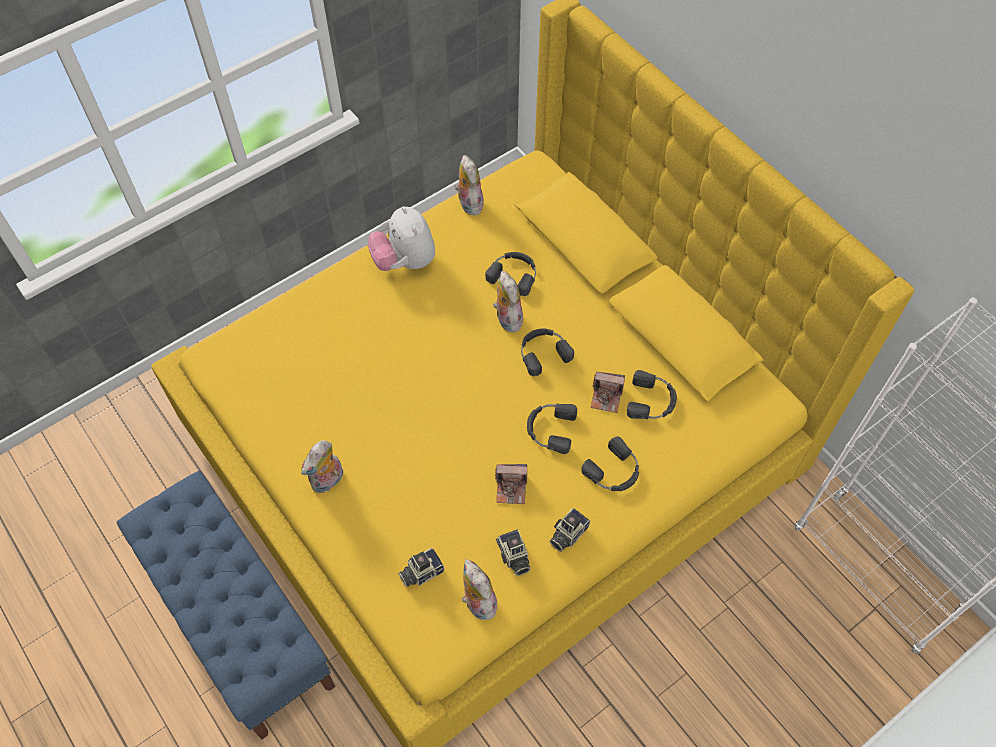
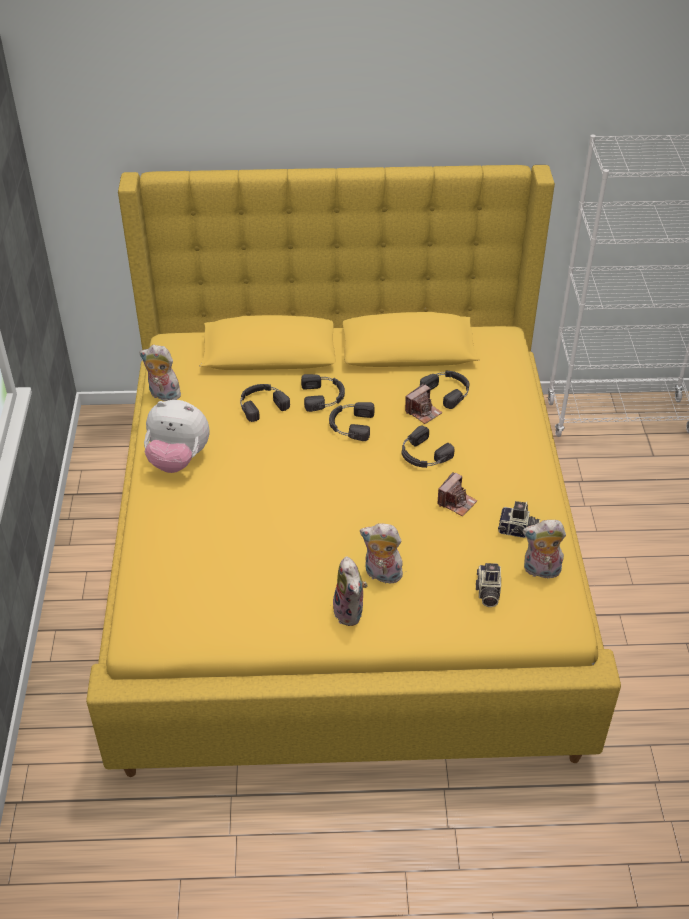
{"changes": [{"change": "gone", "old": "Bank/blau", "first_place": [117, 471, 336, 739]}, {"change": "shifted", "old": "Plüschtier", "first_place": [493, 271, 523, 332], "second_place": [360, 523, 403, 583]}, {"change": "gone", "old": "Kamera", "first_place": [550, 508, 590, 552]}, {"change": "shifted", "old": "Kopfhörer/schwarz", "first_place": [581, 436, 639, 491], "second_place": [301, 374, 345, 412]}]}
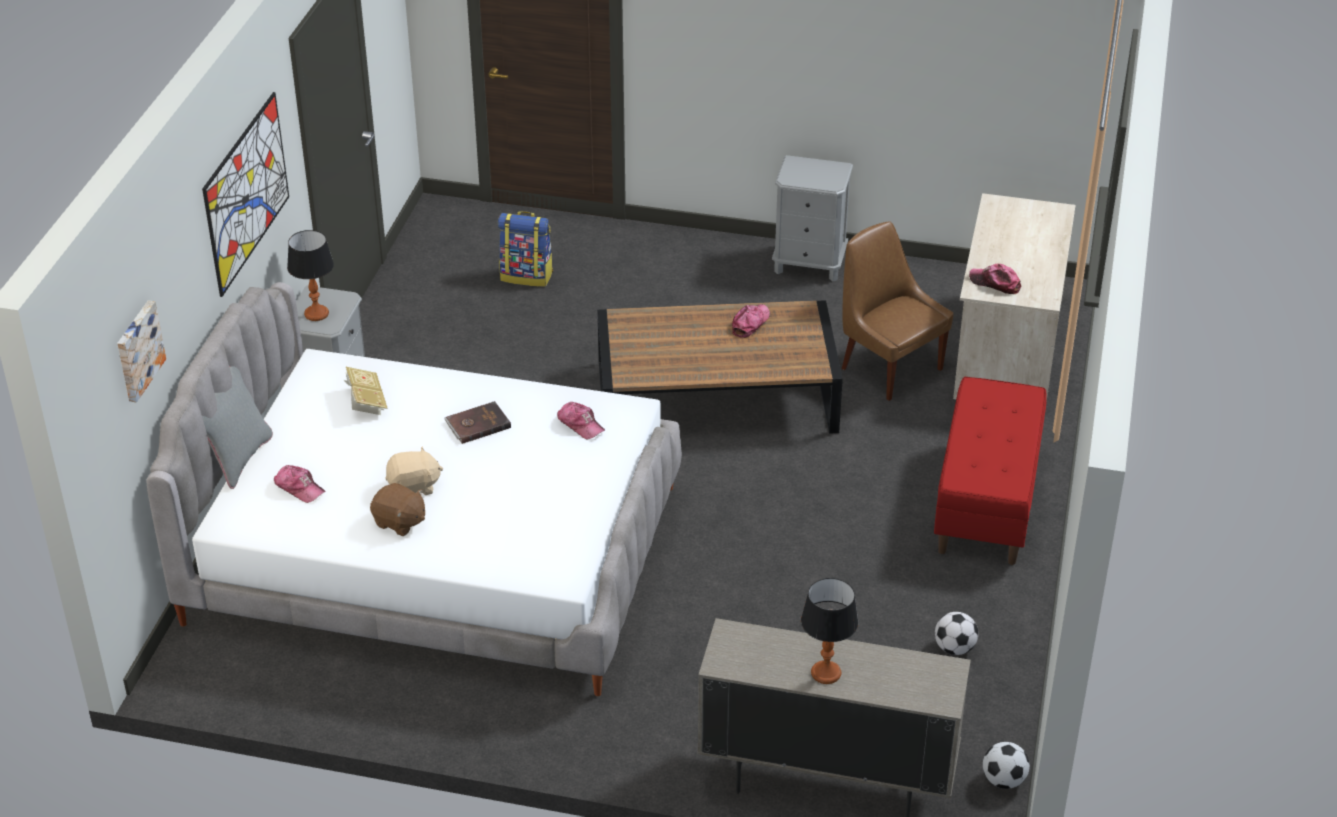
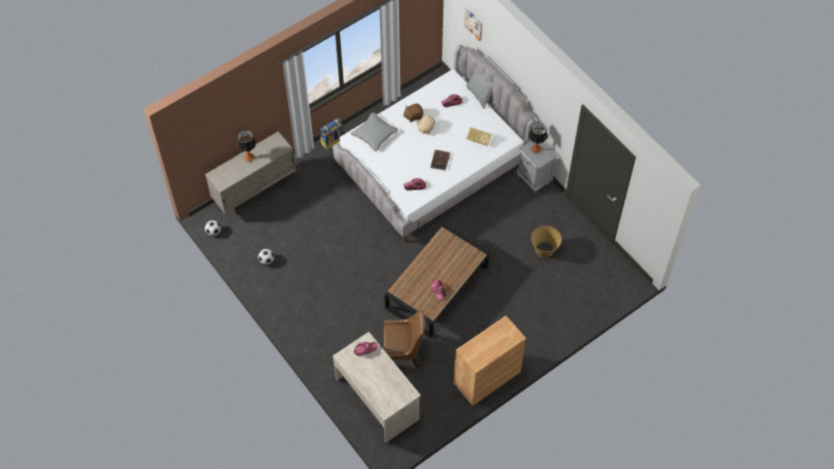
{"changes": [{"change": "gone", "old": "Bild", "first_place": [202, 92, 289, 297]}, {"change": "shifted", "old": "Rucksack", "first_place": [498, 211, 553, 287], "second_place": [320, 118, 343, 150]}, {"change": "swapped", "old": "Nachttisch/grau", "new": "Schrank/braun", "first_place": [772, 155, 853, 282], "second_place": [454, 316, 526, 406]}, {"change": "gone", "old": "Bank/rot", "first_place": [934, 377, 1046, 565]}, {"change": "new", "new": "Kissen/grau", "second_place": [351, 112, 398, 151]}, {"change": "new", "new": "Korb", "second_place": [531, 226, 562, 258]}]}
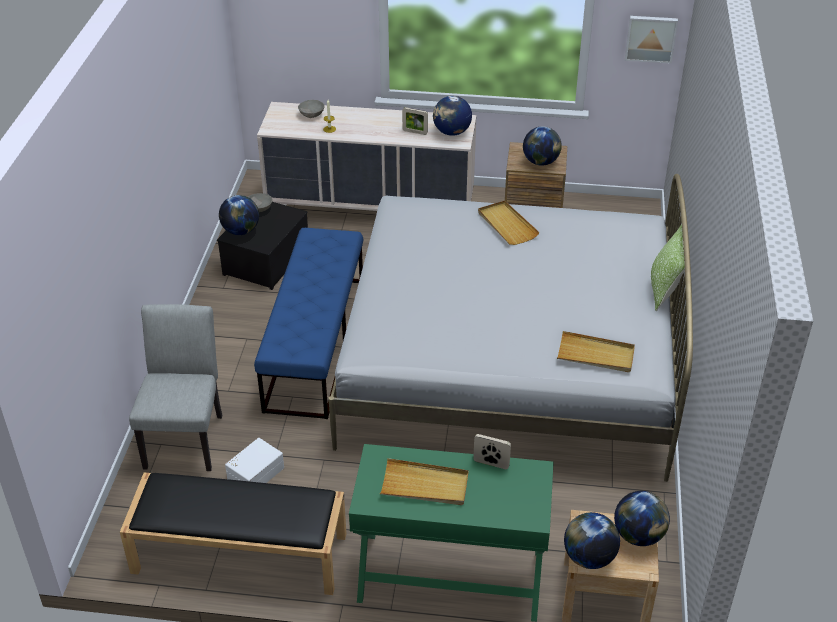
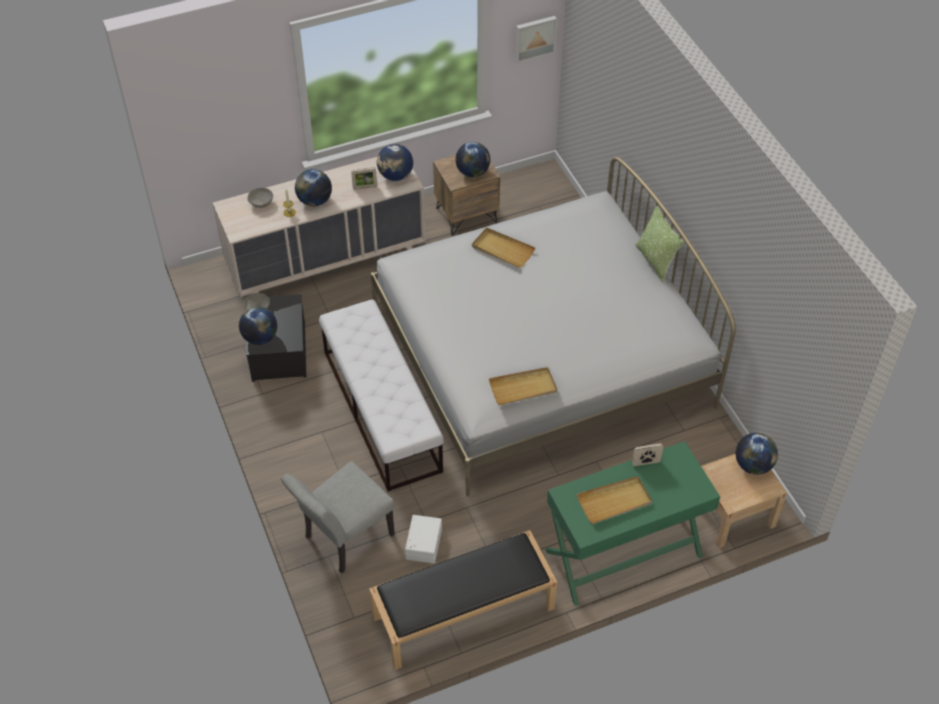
{"changes": [{"change": "rotated", "old": "Stuhl/grau", "first_place": [129, 304, 222, 471], "second_place": [281, 461, 395, 573], "degrees": -105}, {"change": "repainted", "old": "Bank/blau", "new": "Bank/weiß", "first_place": [254, 228, 363, 419], "second_place": [319, 299, 444, 492]}, {"change": "shifted", "old": "Tablett/beige", "first_place": [557, 331, 635, 372], "second_place": [489, 367, 558, 405]}, {"change": "shifted", "old": "Globus", "first_place": [564, 512, 620, 569], "second_place": [295, 169, 332, 206]}]}
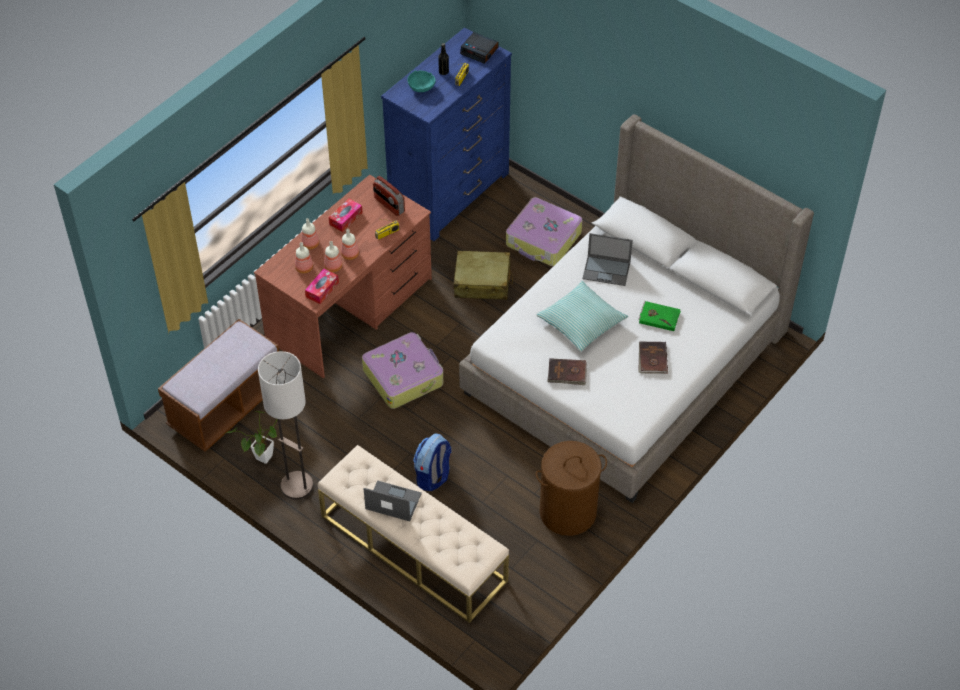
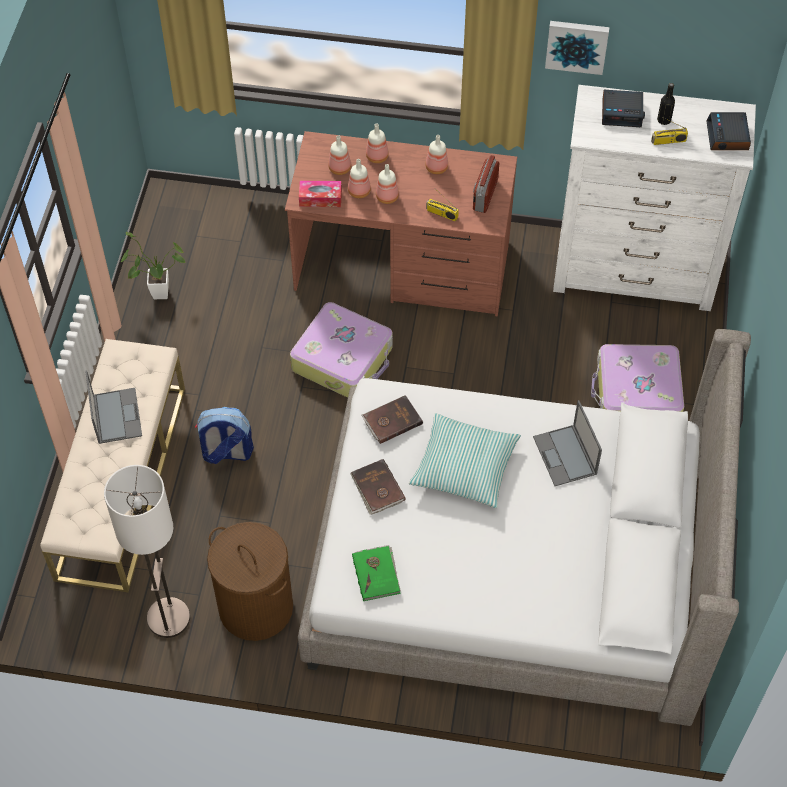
{"changes": [{"change": "gone", "old": "Bank/braun", "first_place": [158, 319, 279, 452]}, {"change": "shifted", "old": "Stehlampe", "first_place": [258, 351, 313, 500], "second_place": [104, 465, 190, 638]}, {"change": "swapped", "old": "Taschentuchbox", "new": "Flasche", "first_place": [329, 199, 363, 232], "second_place": [425, 135, 448, 174]}, {"change": "repainted", "old": "Kommode/blau", "new": "Kommode/weiß", "first_place": [381, 27, 512, 241], "second_place": [553, 85, 756, 311]}, {"change": "swapped", "old": "Schüssel/türkis", "new": "Wecker", "first_place": [408, 70, 436, 92], "second_place": [602, 90, 645, 127]}, {"change": "gone", "old": "Koffer/beige", "first_place": [454, 251, 513, 300]}, {"change": "shifted", "old": "Buch/braun", "first_place": [638, 342, 668, 374], "second_place": [362, 395, 423, 444]}, {"change": "shifted", "old": "Buch/grün", "first_place": [639, 301, 681, 331], "second_place": [352, 545, 401, 601]}, {"change": "new", "new": "Bild", "second_place": [545, 21, 610, 75]}]}
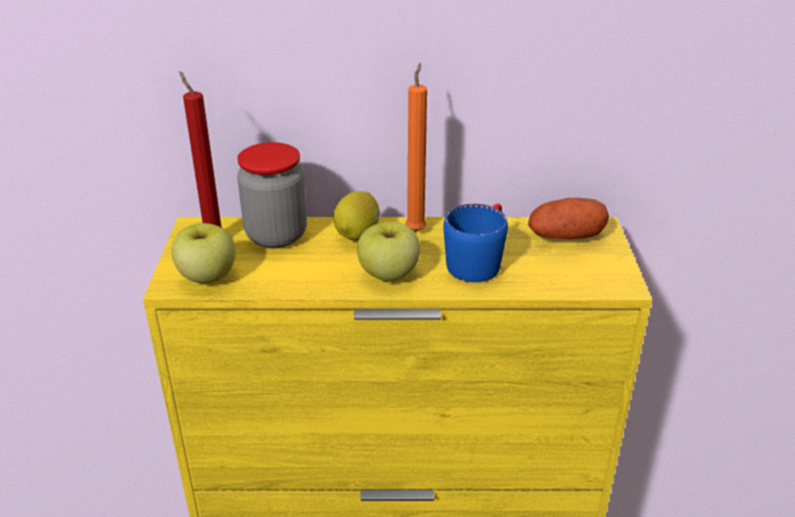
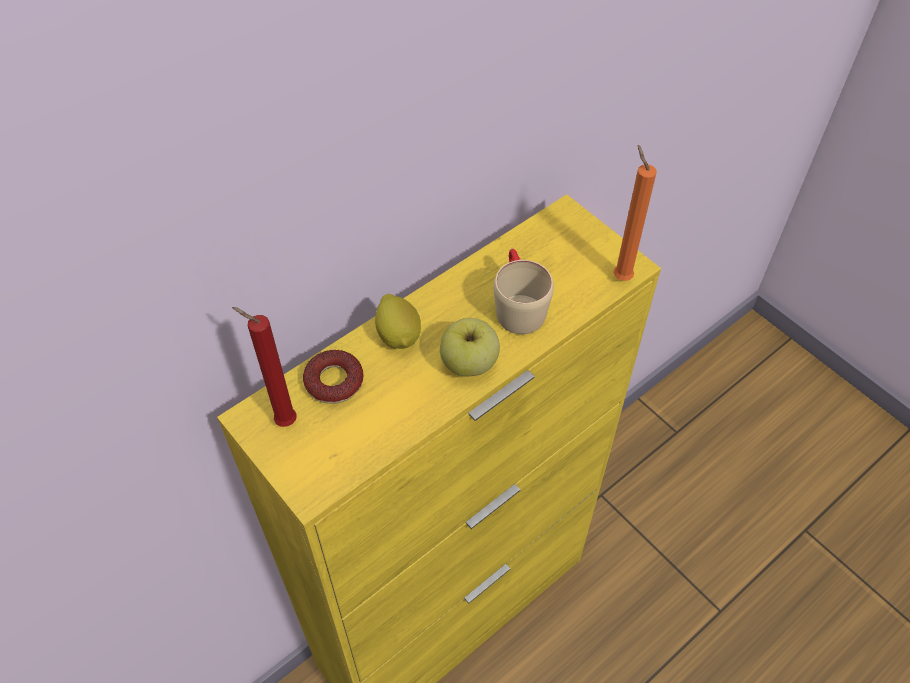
{"changes": [{"change": "gone", "old": "Apfel", "first_place": [171, 223, 235, 283]}, {"change": "swapped", "old": "Vorratsglas", "new": "Donut", "first_place": [237, 142, 307, 248], "second_place": [303, 350, 363, 404]}, {"change": "shifted", "old": "Kerze/orange", "first_place": [405, 63, 427, 232], "second_place": [613, 145, 657, 281]}, {"change": "repainted", "old": "Henkelbecher/blau", "new": "Henkelbecher/beige", "first_place": [443, 204, 508, 282], "second_place": [494, 249, 554, 334]}, {"change": "gone", "old": "Kartoffel", "first_place": [528, 198, 609, 239]}]}
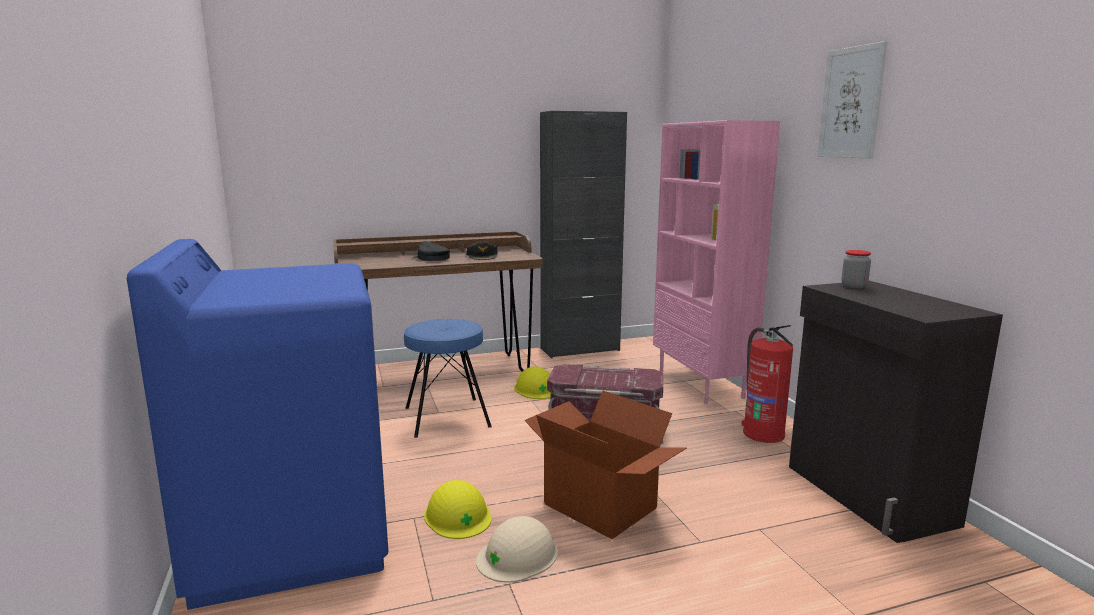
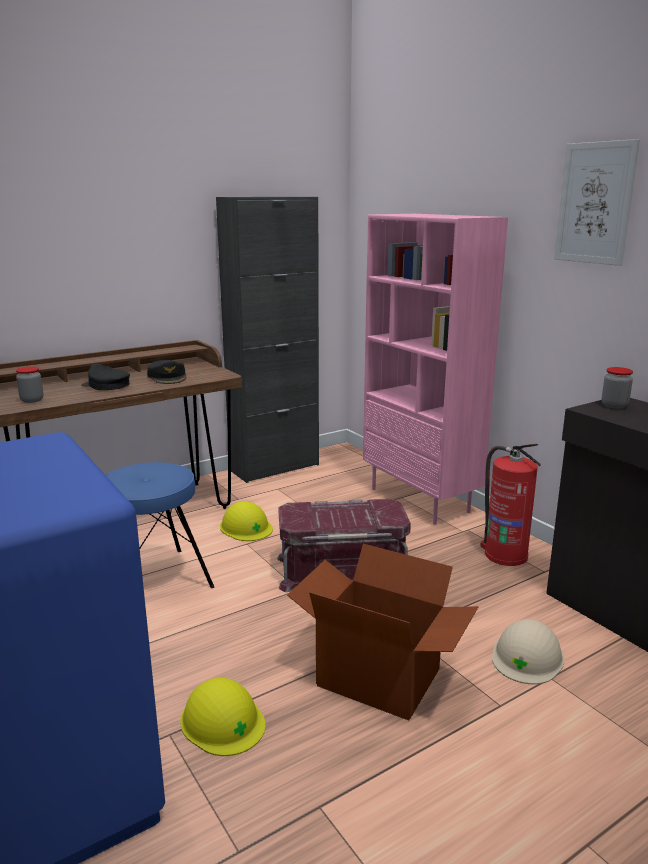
{"changes": [{"change": "shifted", "old": "Schutzhelm/beige", "first_place": [476, 516, 558, 583], "second_place": [492, 619, 564, 684]}, {"change": "new", "new": "Vorratsglas", "second_place": [16, 366, 43, 403]}]}
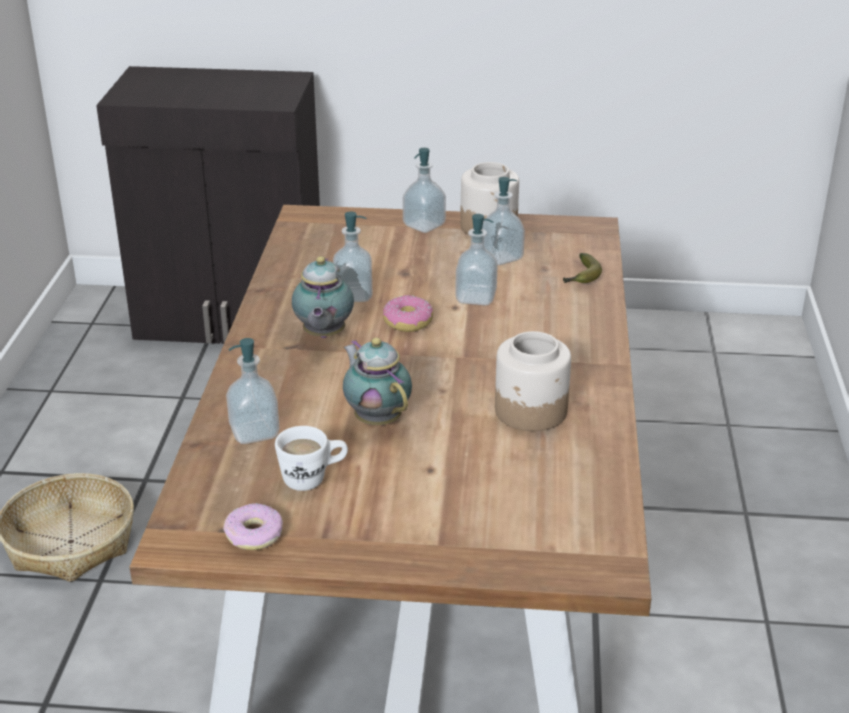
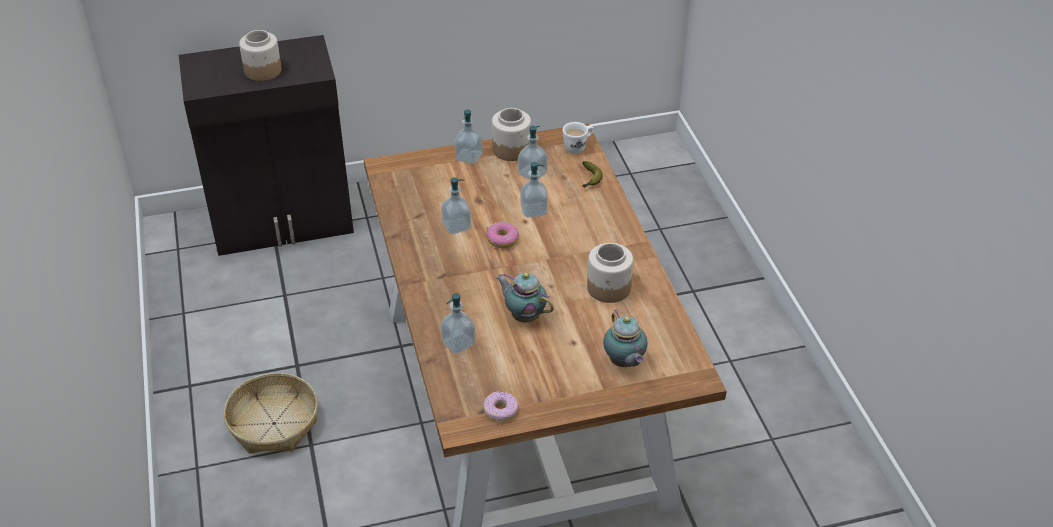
{"changes": [{"change": "shifted", "old": "Henkelbecher/weiß", "first_place": [275, 426, 348, 491], "second_place": [562, 122, 594, 154]}, {"change": "shifted", "old": "Teekanne", "first_place": [292, 256, 354, 338], "second_place": [603, 310, 648, 367]}, {"change": "new", "new": "Vorratsglas", "second_place": [239, 30, 282, 81]}]}
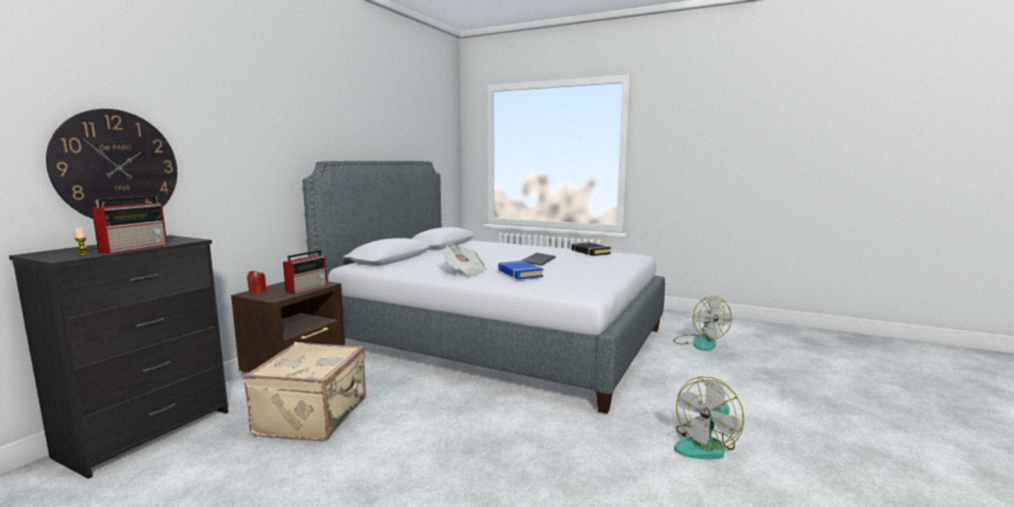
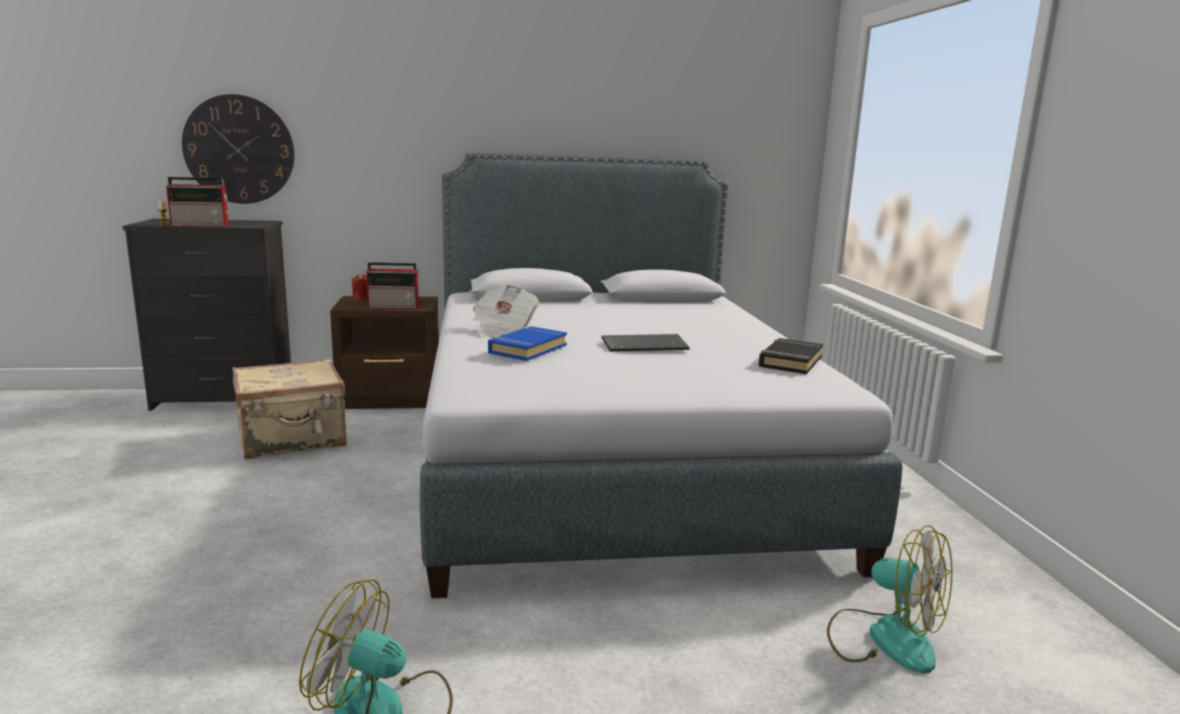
{"changes": [{"change": "rotated", "old": "Ventilator", "first_place": [673, 296, 732, 351], "second_place": [827, 525, 953, 673], "degrees": -90}]}
